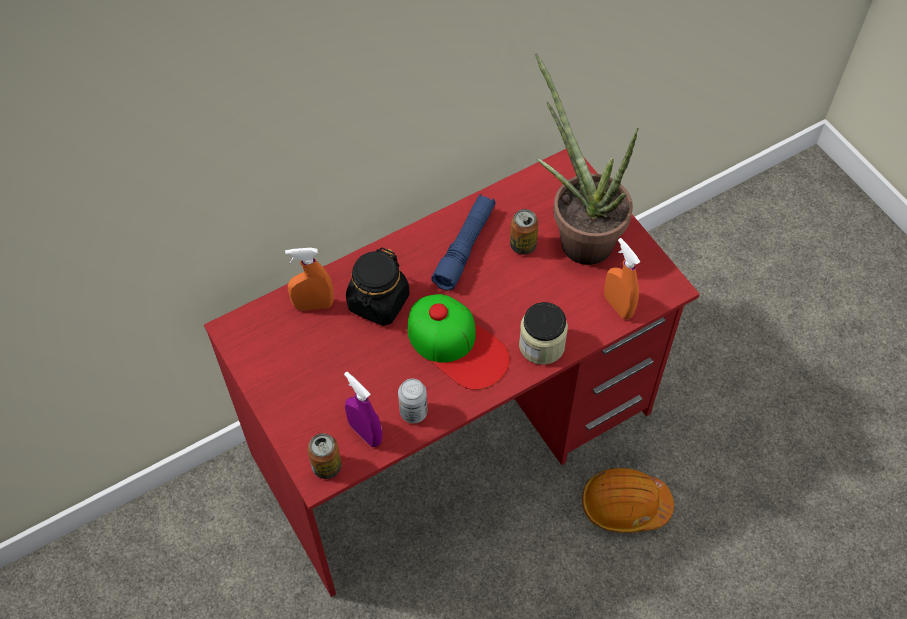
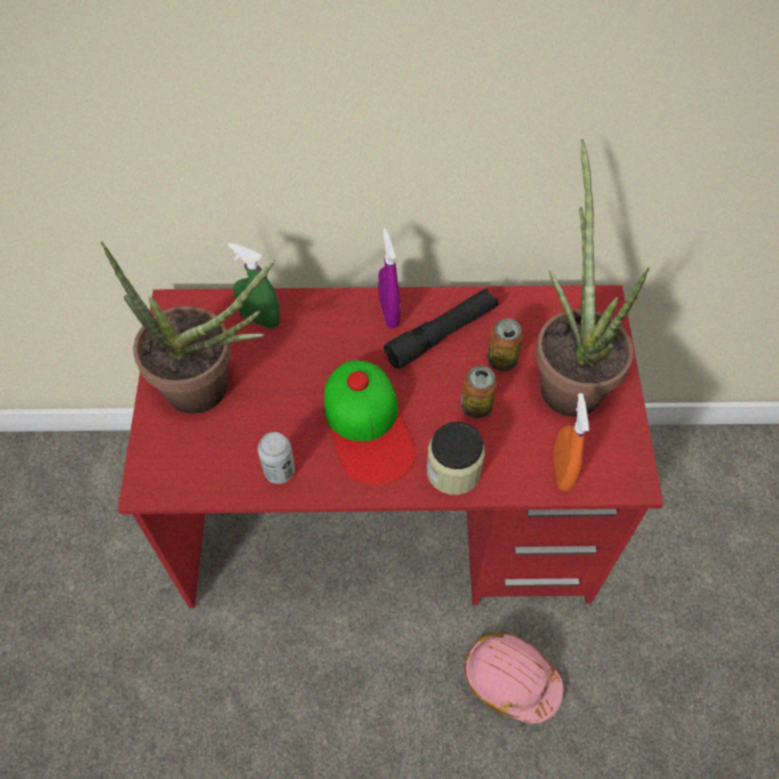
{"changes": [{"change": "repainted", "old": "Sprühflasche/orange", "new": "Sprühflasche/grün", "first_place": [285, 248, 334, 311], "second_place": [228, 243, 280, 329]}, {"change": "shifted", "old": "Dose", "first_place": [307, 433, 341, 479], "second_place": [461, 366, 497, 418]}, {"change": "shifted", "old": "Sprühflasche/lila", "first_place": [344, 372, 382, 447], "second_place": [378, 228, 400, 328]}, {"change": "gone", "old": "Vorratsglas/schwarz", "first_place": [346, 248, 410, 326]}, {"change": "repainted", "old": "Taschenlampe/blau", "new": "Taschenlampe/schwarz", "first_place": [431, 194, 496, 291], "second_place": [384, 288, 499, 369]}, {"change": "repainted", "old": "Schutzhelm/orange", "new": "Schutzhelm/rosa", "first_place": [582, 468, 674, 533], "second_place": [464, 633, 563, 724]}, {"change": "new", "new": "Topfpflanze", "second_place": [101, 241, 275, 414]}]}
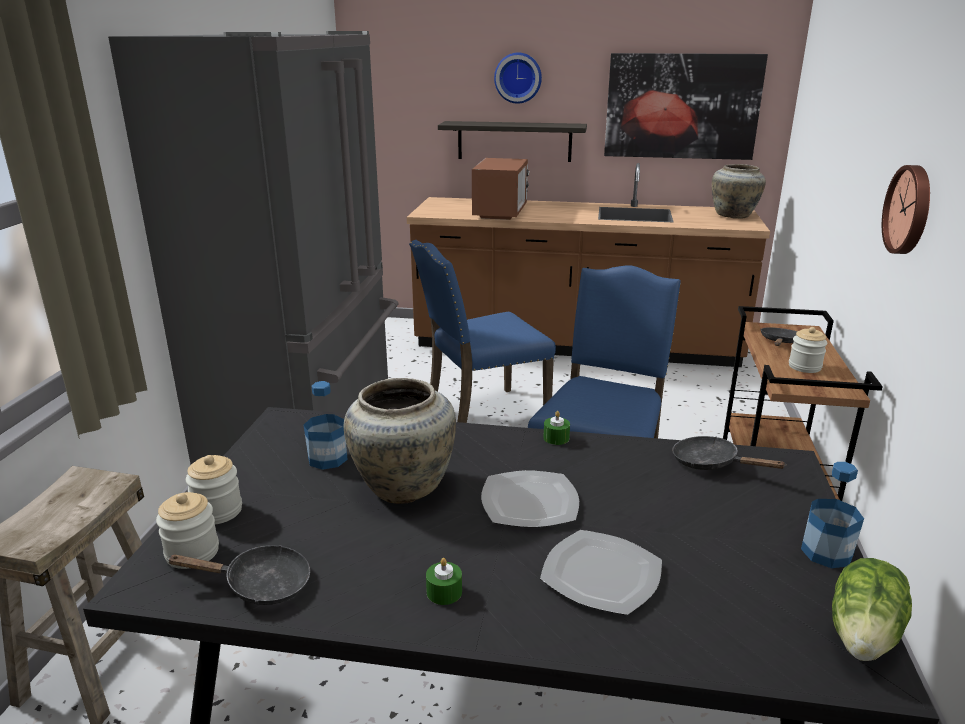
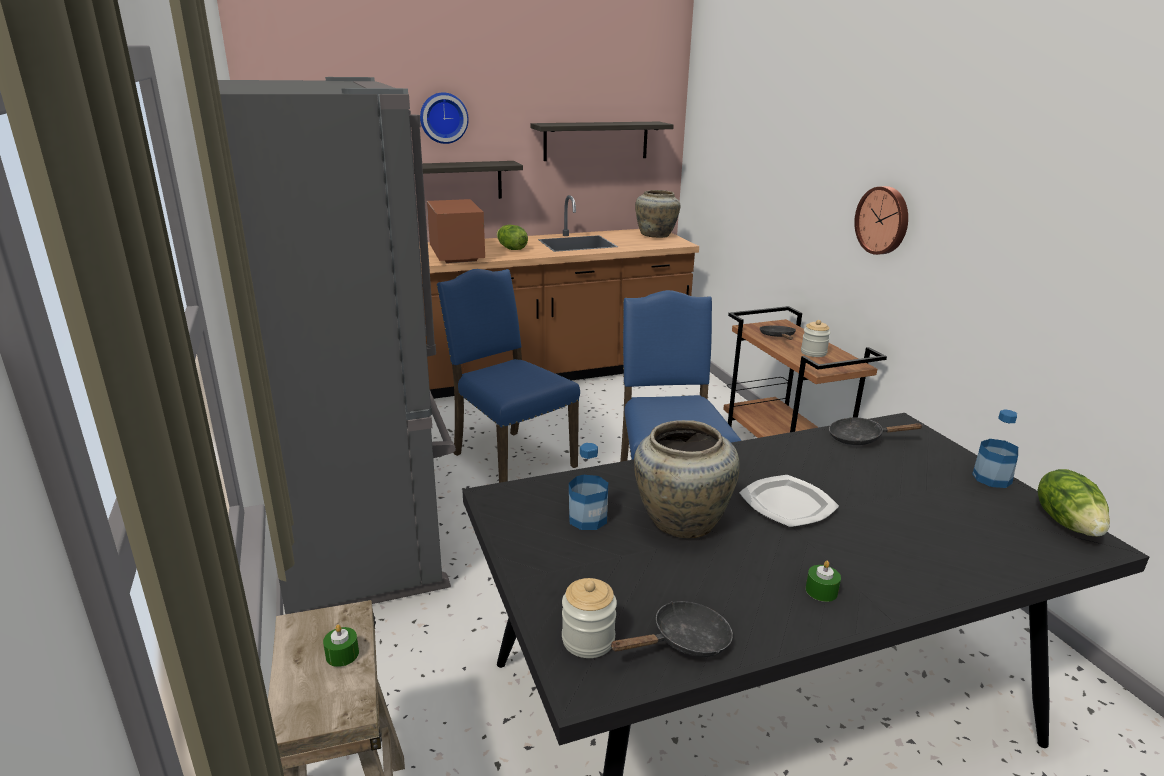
{"changes": [{"change": "gone", "old": "Vorratsglas", "first_place": [186, 455, 242, 524]}, {"change": "rotated", "old": "Stuhl/blau", "first_place": [409, 240, 556, 423], "second_place": [437, 269, 580, 483], "degrees": 105}, {"change": "gone", "old": "Teller", "first_place": [540, 530, 662, 615]}, {"change": "shifted", "old": "Kerze/grün", "first_place": [543, 411, 570, 445], "second_place": [323, 624, 359, 667]}, {"change": "swapped", "old": "Bild", "new": "Wandregal", "first_place": [604, 53, 768, 160], "second_place": [530, 122, 674, 161]}, {"change": "new", "new": "Salatkopf", "second_place": [497, 225, 528, 250]}]}
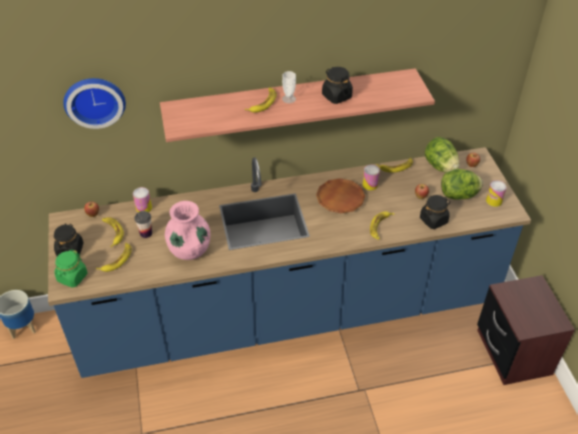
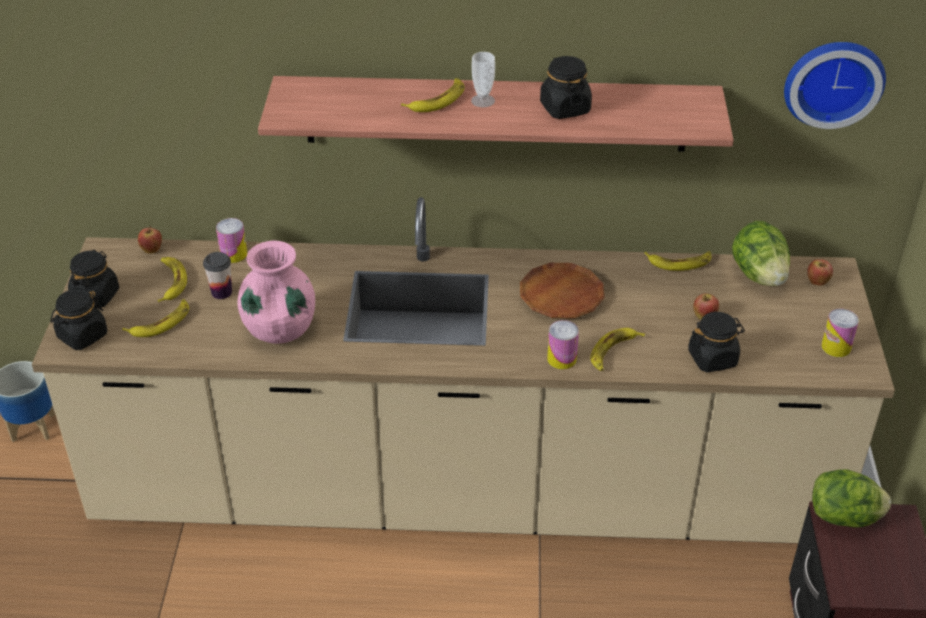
{"changes": [{"change": "repainted", "old": "Küchenzeile/blau", "new": "Küchenzeile/beige", "first_place": [48, 147, 531, 378], "second_place": [32, 197, 895, 543]}, {"change": "repainted", "old": "Vorratsglas/grün", "new": "Vorratsglas/schwarz", "first_place": [55, 249, 87, 288], "second_place": [50, 288, 107, 350]}, {"change": "shifted", "old": "Wanduhr", "first_place": [63, 78, 126, 129], "second_place": [784, 42, 886, 129]}, {"change": "shifted", "old": "Dose", "first_place": [363, 165, 380, 191], "second_place": [547, 320, 579, 369]}, {"change": "shifted", "old": "Salatkopf", "first_place": [441, 169, 483, 200], "second_place": [812, 469, 891, 527]}]}
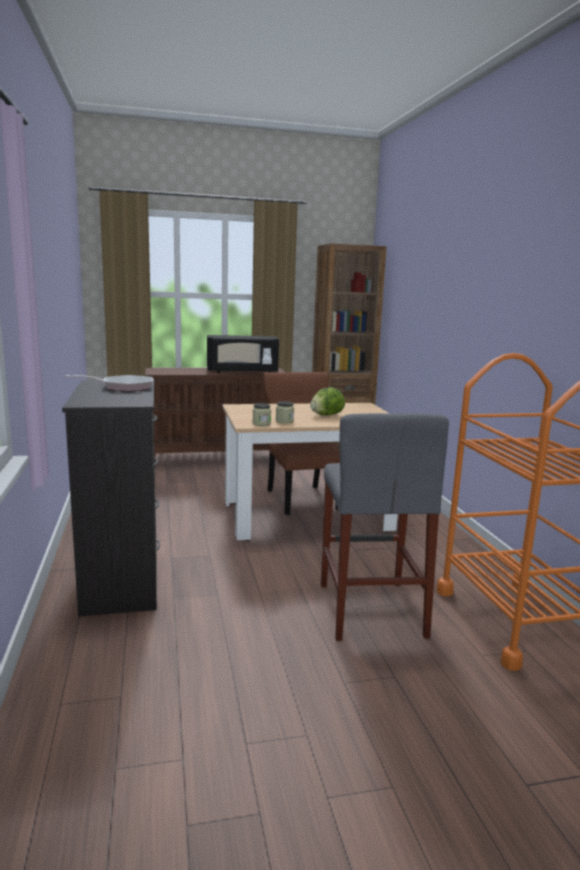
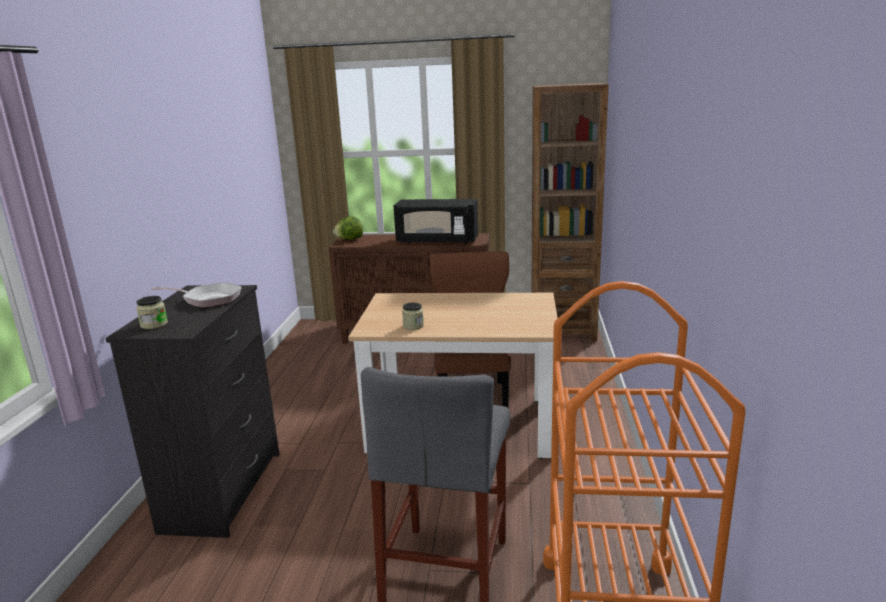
{"changes": [{"change": "shifted", "old": "Vorratsglas", "first_place": [252, 403, 271, 426], "second_place": [136, 296, 168, 329]}, {"change": "shifted", "old": "Salatkopf", "first_place": [310, 387, 345, 415], "second_place": [333, 216, 363, 240]}]}
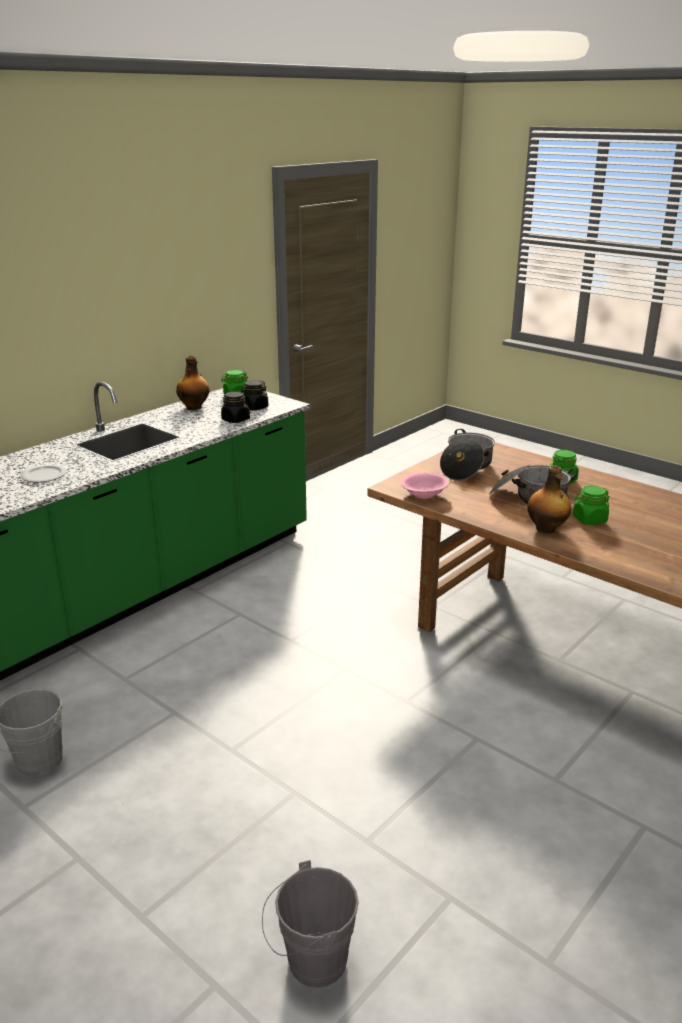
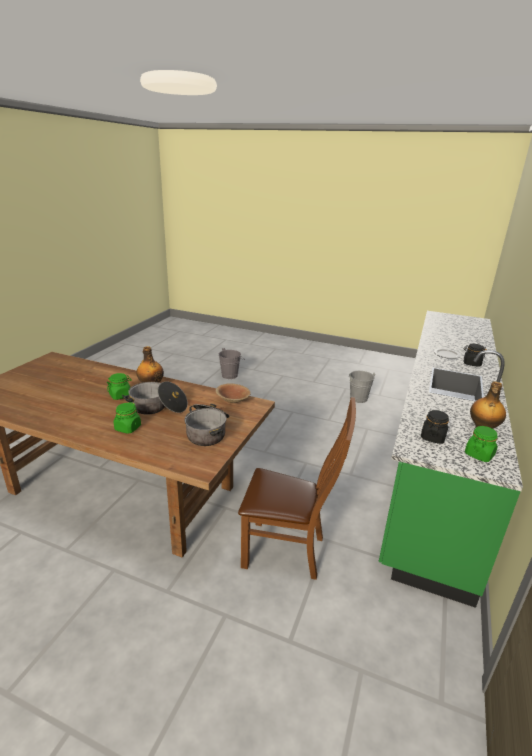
{"changes": [{"change": "shifted", "old": "Vorratsglas/schwarz", "first_place": [221, 392, 250, 423], "second_place": [464, 344, 487, 367]}, {"change": "repainted", "old": "Schüssel/rosa", "new": "Schüssel/braun", "first_place": [401, 472, 450, 499], "second_place": [216, 383, 251, 403]}, {"change": "new", "new": "Stuhl/braun", "second_place": [238, 397, 356, 580]}]}
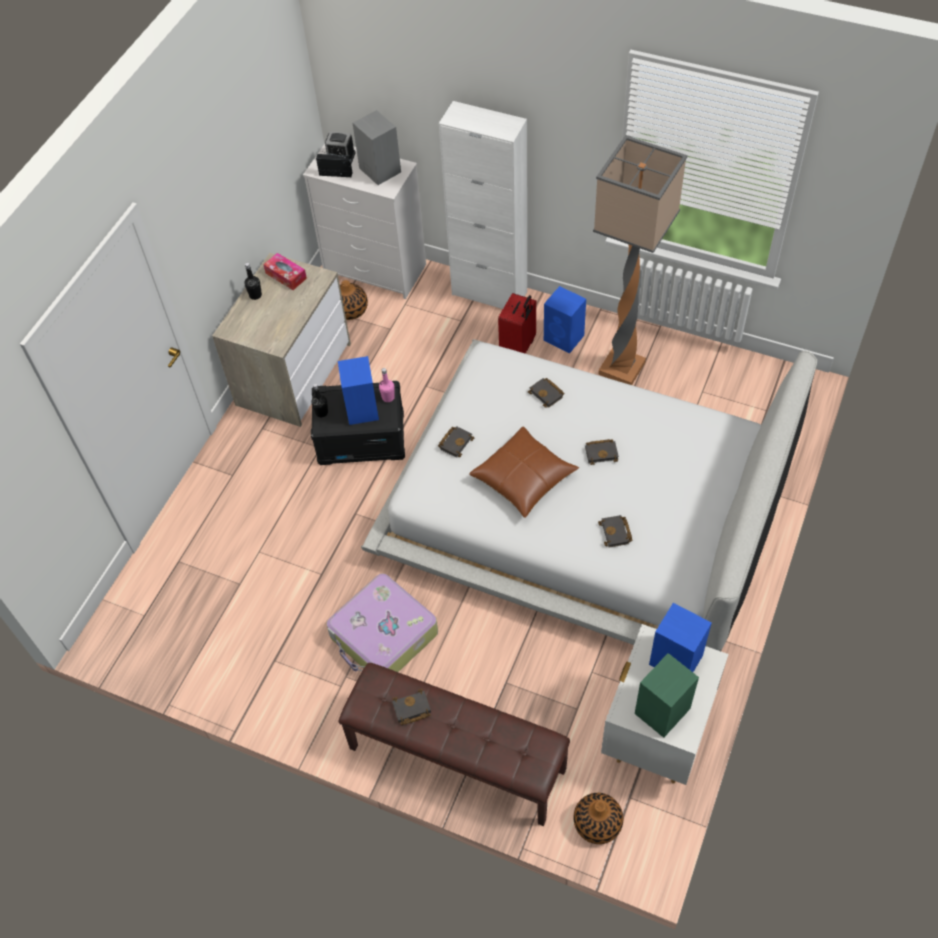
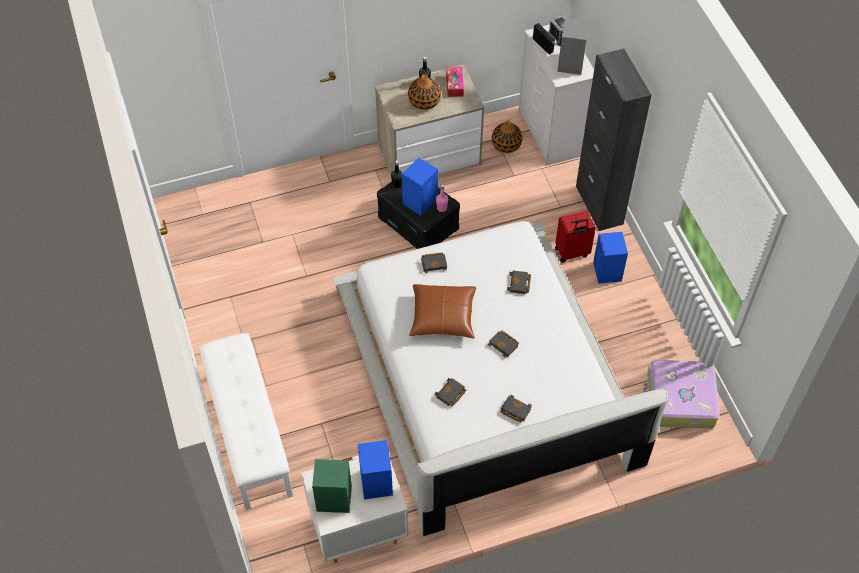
{"changes": [{"change": "shifted", "old": "Koffer", "first_place": [326, 573, 438, 672], "second_place": [643, 360, 720, 429]}, {"change": "repainted", "old": "Bank/braun", "new": "Bank/weiß", "first_place": [338, 663, 570, 826], "second_place": [199, 333, 293, 510]}, {"change": "shifted", "old": "Buch/schwarz", "first_place": [392, 689, 431, 725], "second_place": [501, 395, 532, 423]}, {"change": "repainted", "old": "Schrank/weiß", "new": "Schrank/schwarz", "first_place": [439, 101, 527, 309], "second_place": [576, 48, 652, 231]}, {"change": "shifted", "old": "Vase", "first_place": [573, 793, 623, 844], "second_place": [408, 74, 441, 110]}, {"change": "gone", "old": "Stehlampe", "first_place": [593, 135, 688, 385]}]}
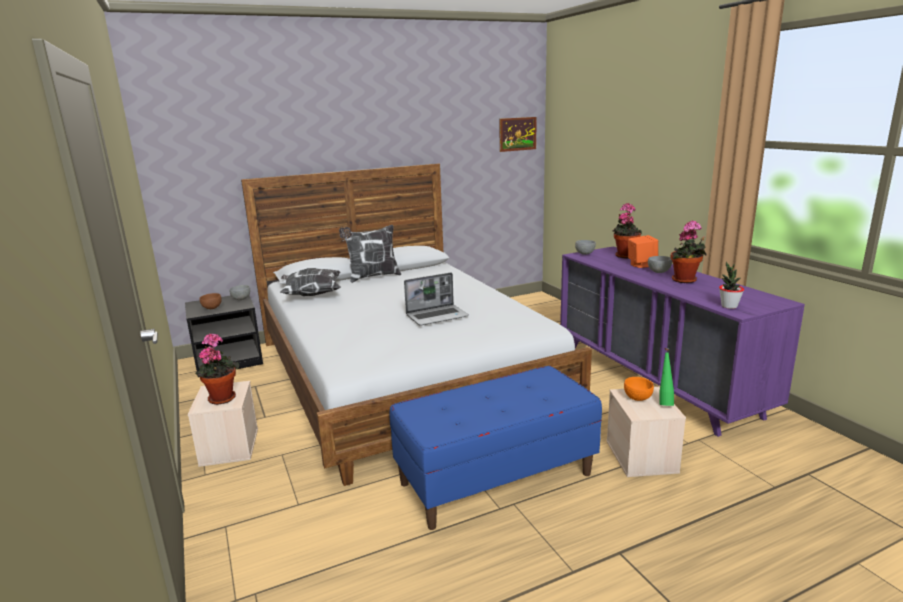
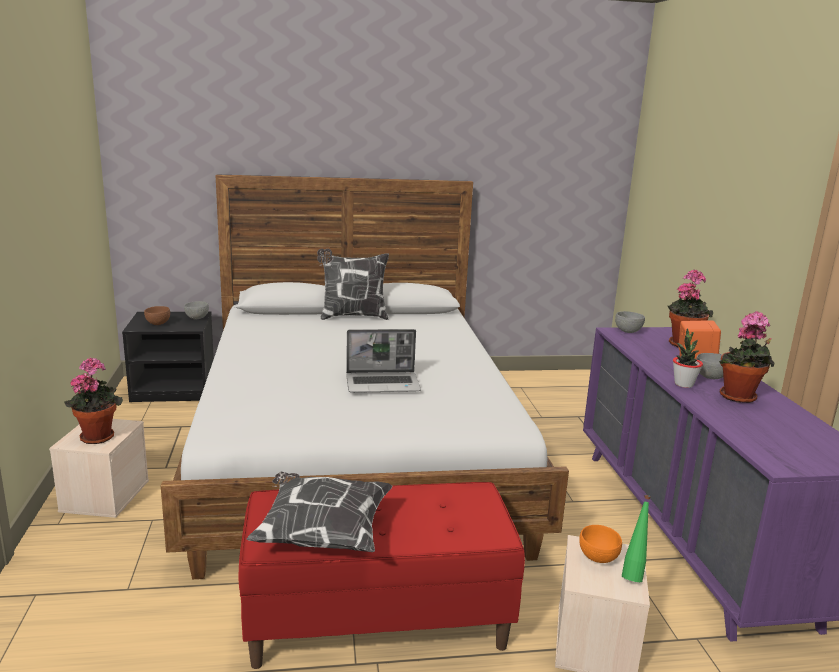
{"changes": [{"change": "shifted", "old": "Kissen", "first_place": [280, 268, 341, 296], "second_place": [247, 471, 392, 552]}, {"change": "repainted", "old": "Bank/blau", "new": "Bank/rot", "first_place": [389, 366, 602, 530], "second_place": [239, 482, 525, 669]}, {"change": "gone", "old": "Bild", "first_place": [499, 117, 537, 152]}, {"change": "shifted", "old": "Topfpflanze", "first_place": [719, 262, 744, 309], "second_place": [673, 328, 703, 388]}]}
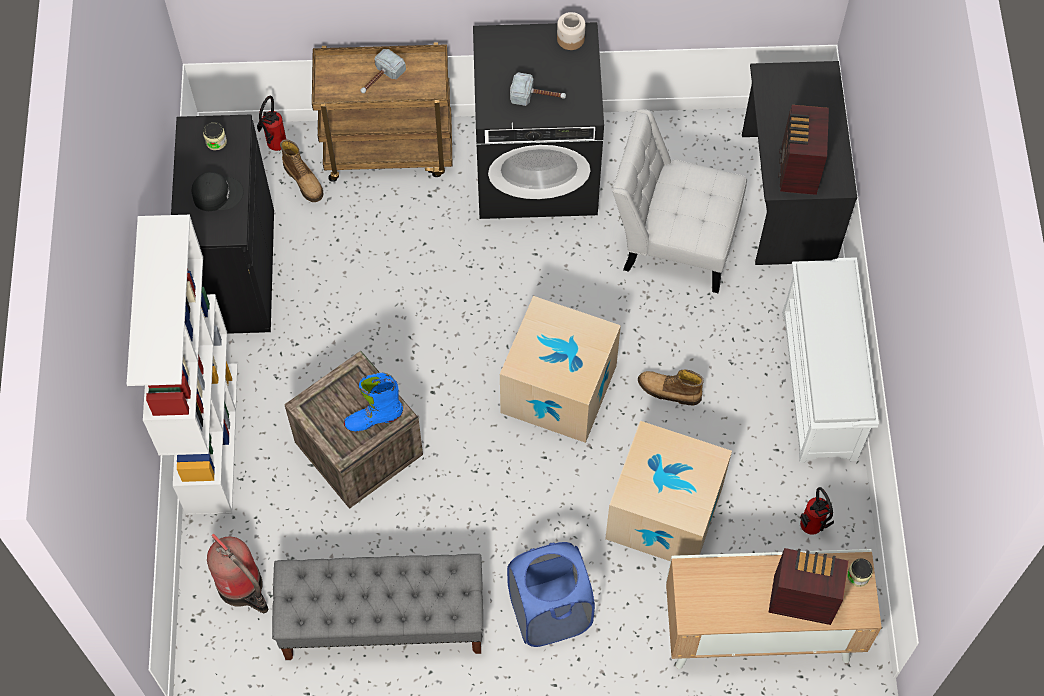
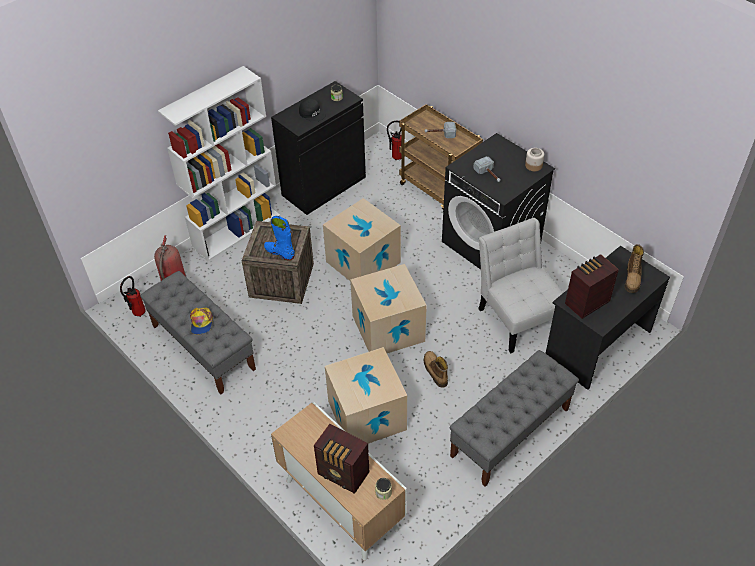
{"changes": [{"change": "shifted", "old": "Stiefel", "first_place": [280, 139, 323, 202], "second_place": [625, 244, 644, 293]}, {"change": "gone", "old": "Wäschekorb/blau", "first_place": [507, 542, 595, 647]}, {"change": "rotated", "old": "Radio", "first_place": [768, 548, 849, 625], "second_place": [314, 424, 369, 494], "degrees": 150}, {"change": "swapped", "old": "Schuhregal/weiß", "new": "Bank/grau", "first_place": [782, 257, 879, 463], "second_place": [450, 350, 579, 487]}, {"change": "shifted", "old": "Feuerlöscher", "first_place": [800, 487, 834, 535], "second_place": [120, 276, 146, 317]}, {"change": "new", "new": "Kappe", "second_place": [190, 308, 213, 335]}, {"change": "new", "new": "Karton", "second_place": [323, 198, 401, 281]}]}
